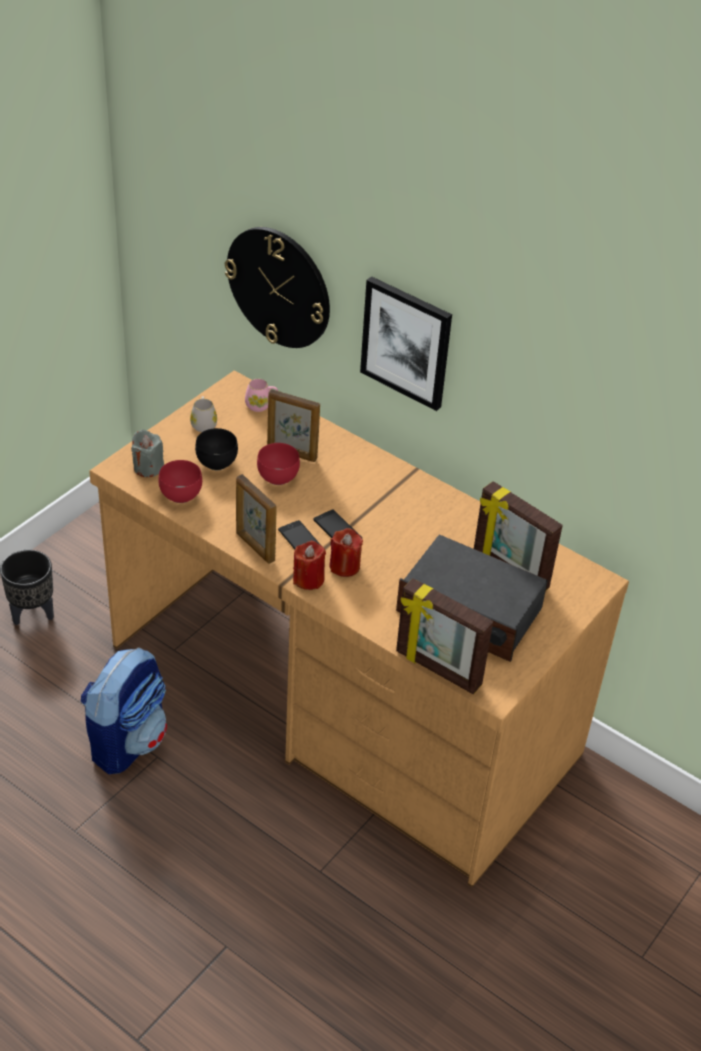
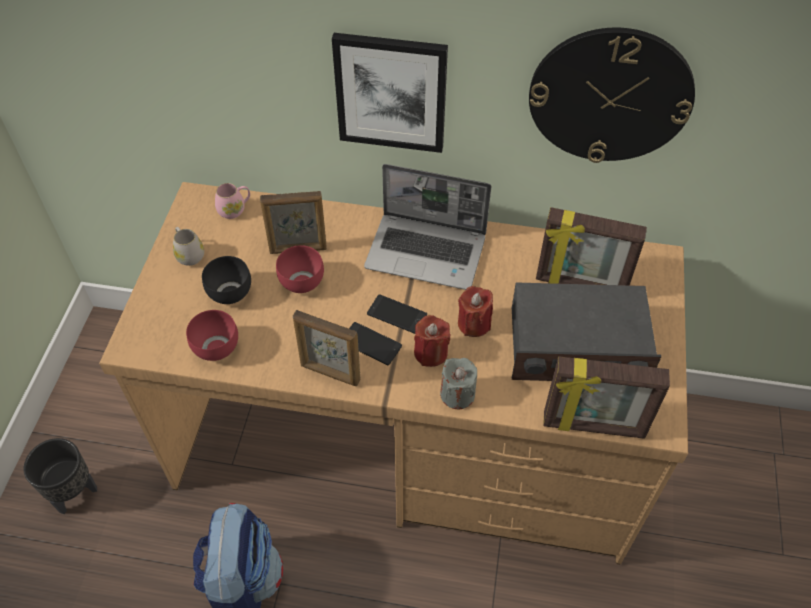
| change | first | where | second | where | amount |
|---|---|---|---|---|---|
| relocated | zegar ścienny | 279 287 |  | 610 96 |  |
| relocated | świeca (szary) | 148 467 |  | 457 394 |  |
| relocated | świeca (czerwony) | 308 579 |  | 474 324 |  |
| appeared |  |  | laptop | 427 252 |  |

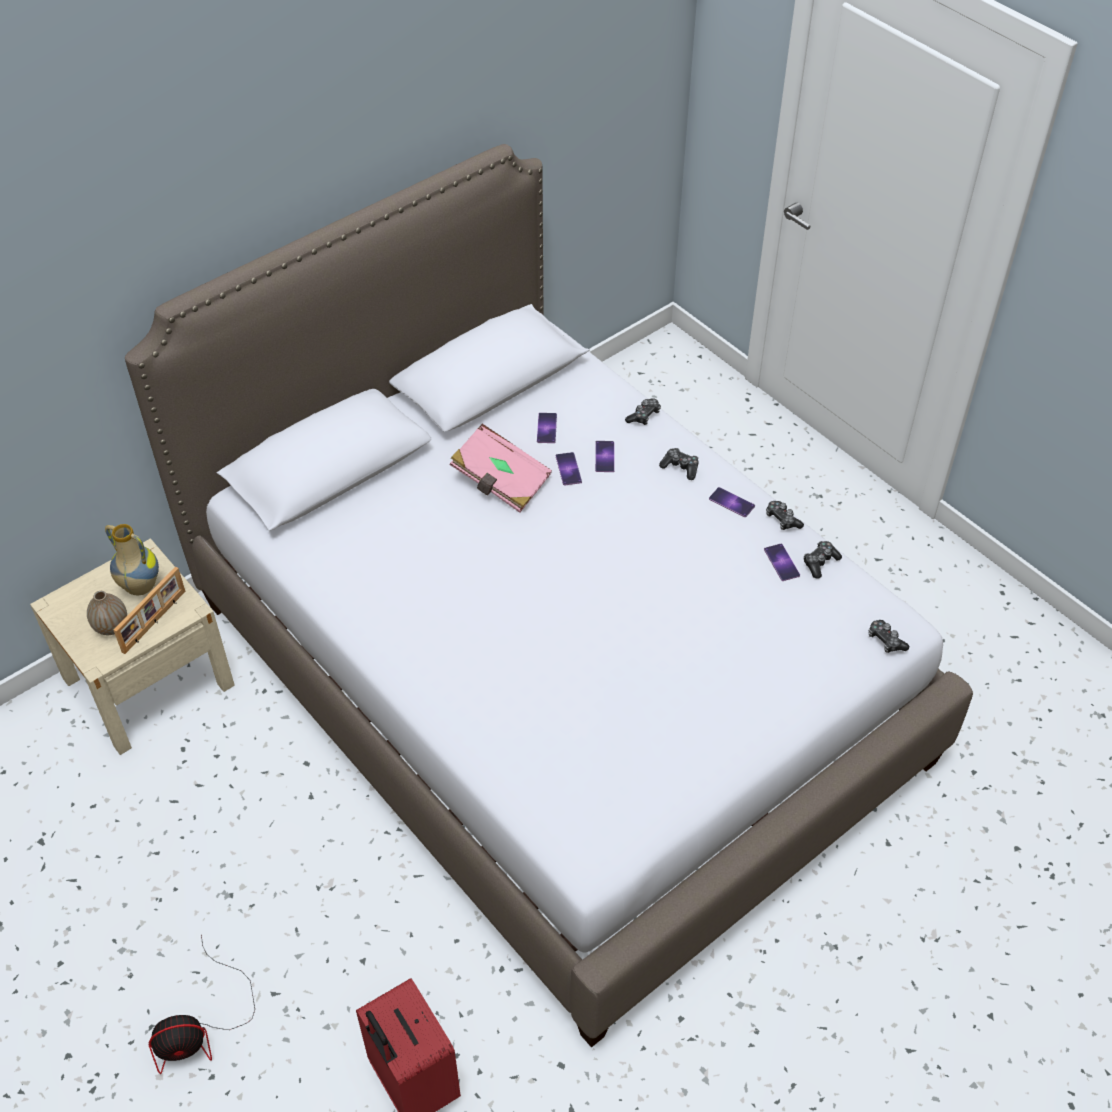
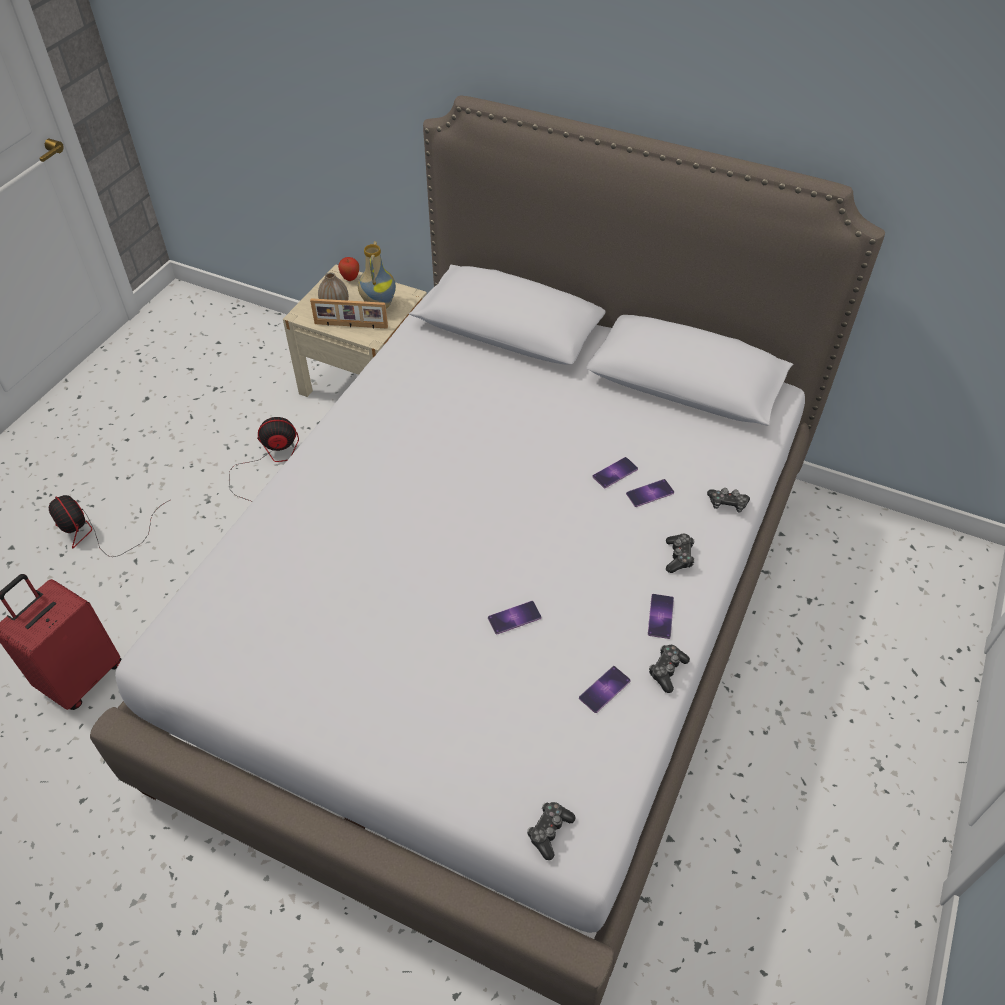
| change | first | where | second | where | amount |
|---|---|---|---|---|---|
| relocated | telefon | 546 428 |  | 514 617 |  |
| missing | książka (różowy) | 500 482 |  |  |  |
| missing | pad do gier | 820 562 |  |  |  |
| appeared |  |  | jabłko | 350 278 |  |
| appeared |  |  | wentylator | 268 464 |  |

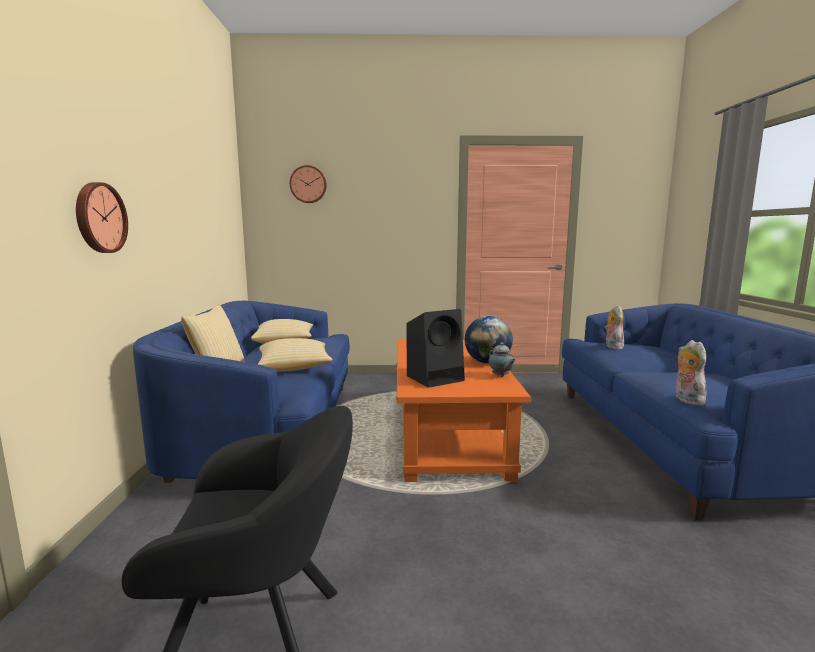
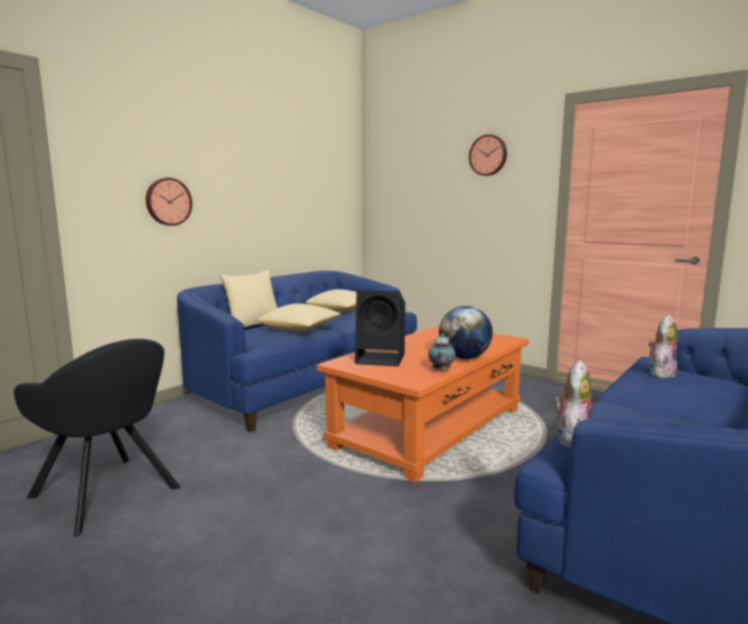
| change | first | where | second | where | amount |
|---|---|---|---|---|---|
| relocated | zegar ścienny | 308 184 |  | 488 155 |  |

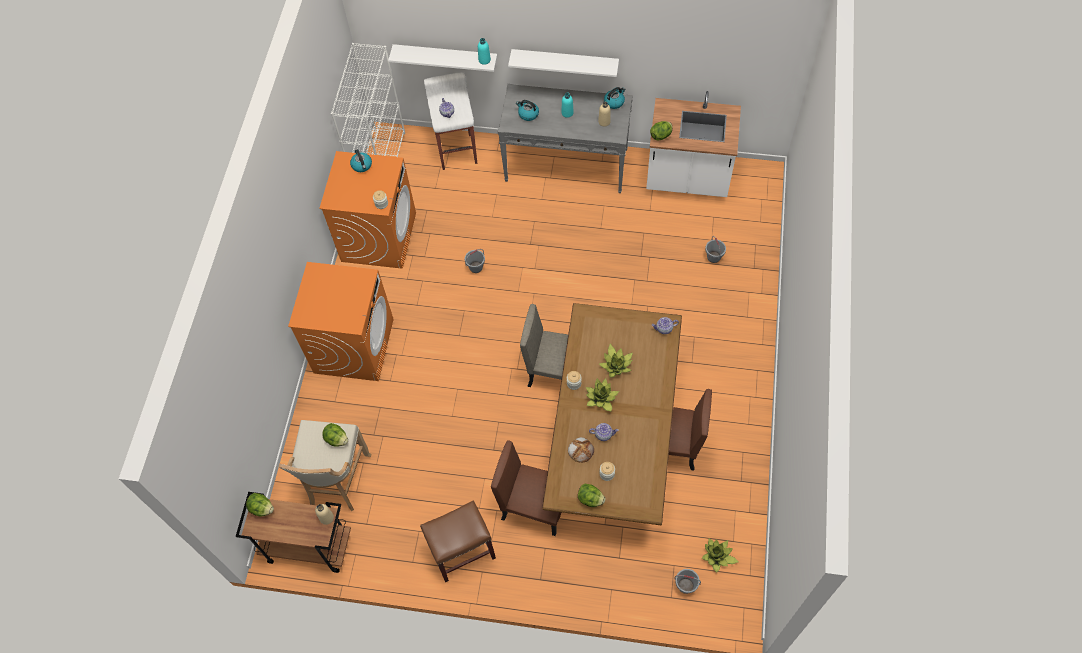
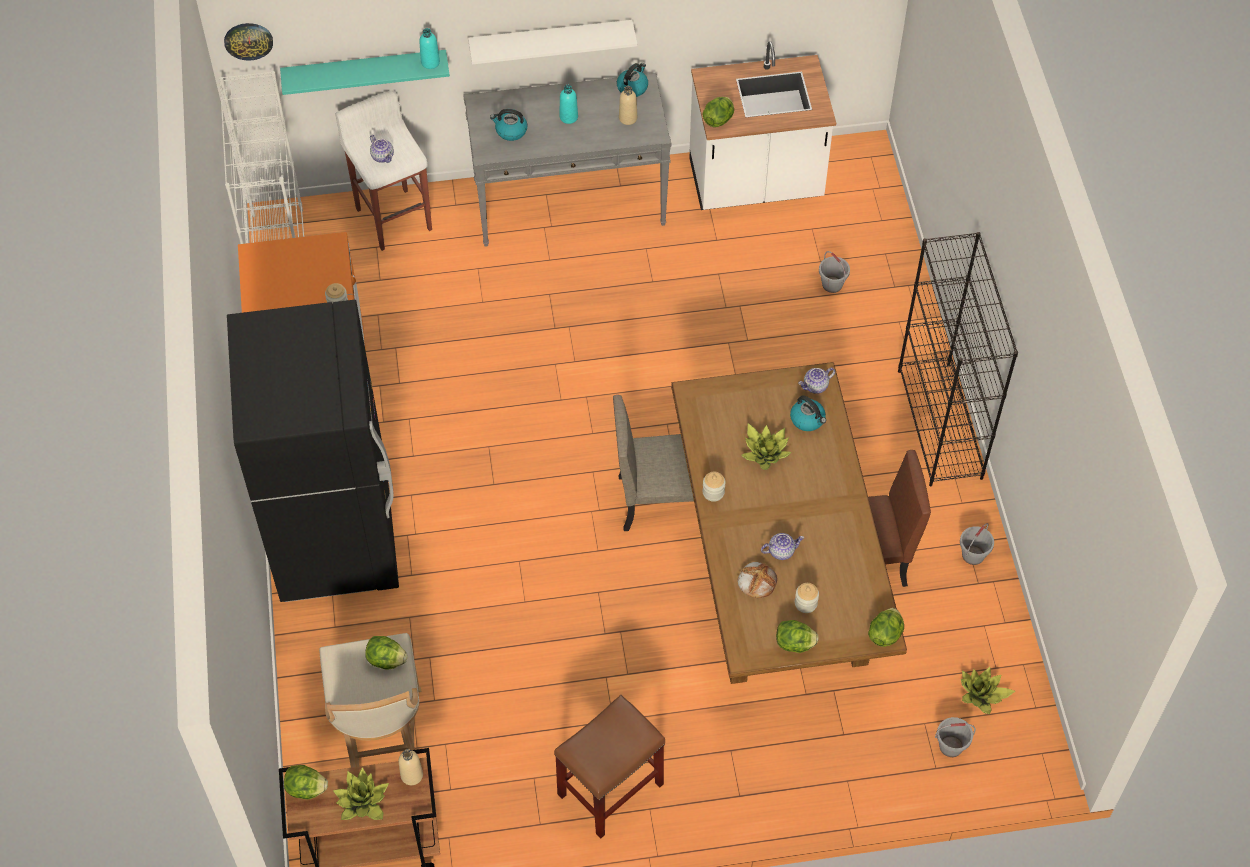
| change | first | where | second | where | amount |
|---|---|---|---|---|---|
| colour | półka (biały) | 446 57 | półka (turkusowy) | 365 71 |  |
| relocated | czajnik | 362 165 |  | 808 420 |  |
| relocated | wiadro (szary) | 476 267 |  | 973 555 |  |
| exchanged | pralka (pomarańczowy) | 354 345 | lodówka (czarny) | 335 538 |  |
| relocated | roślina doniczkowa | 601 398 |  | 363 802 |  |
| missing | krzesło (brązowy) | 535 506 |  |  |  |
| appeared |  |  | zegar ścienny | 248 40 |  |
| appeared |  |  | regał (czarny) | 940 424 |  |
| appeared |  |  | sałata | 885 634 |  |

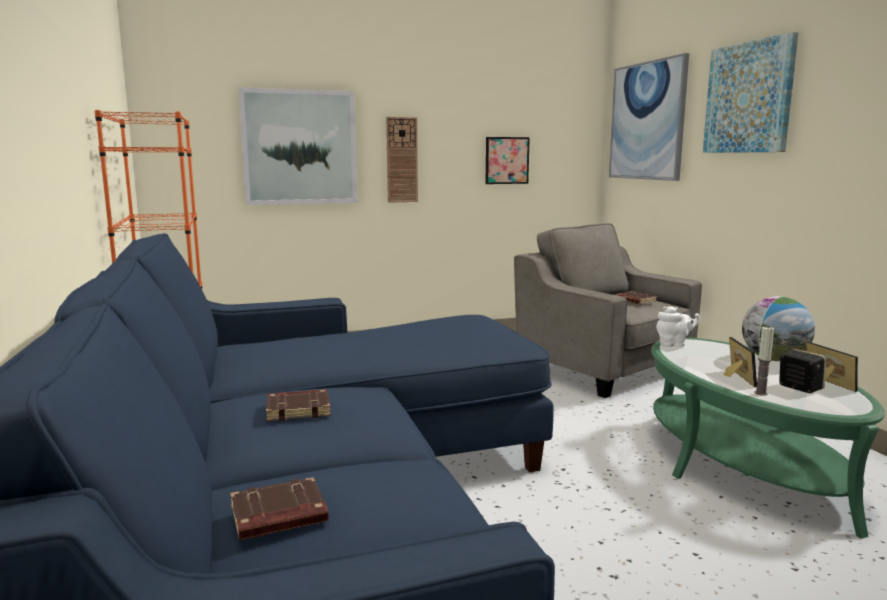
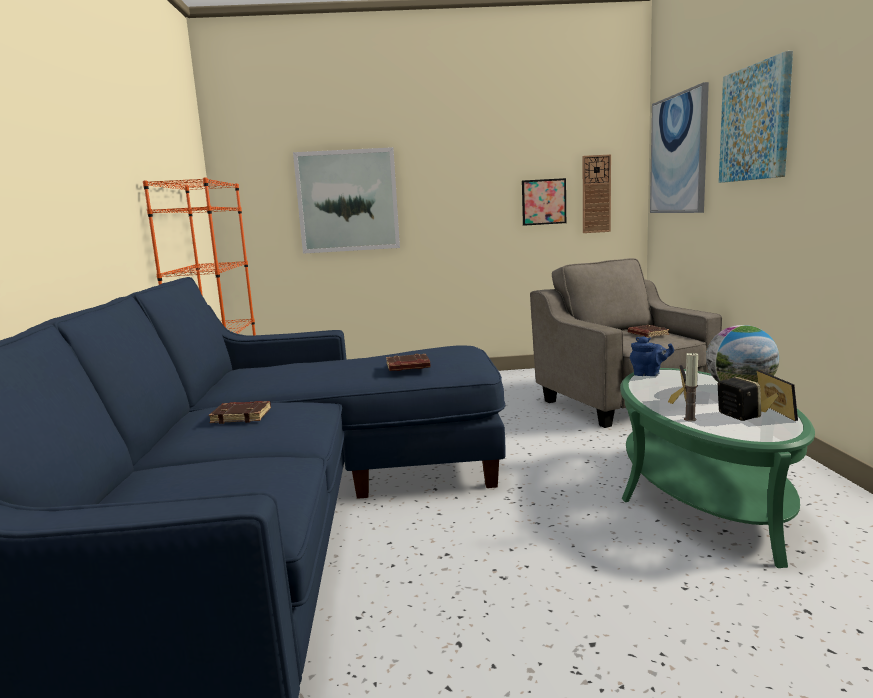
| change | first | where | second | where | amount |
|---|---|---|---|---|---|
| relocated | zegar ścienny | 402 160 |  | 596 194 |  |
| colour | imbryk (biały) | 674 344 | imbryk (niebieski) | 649 374 |  |
| relocated | książka (brązowy) | 278 517 |  | 407 367 |  |

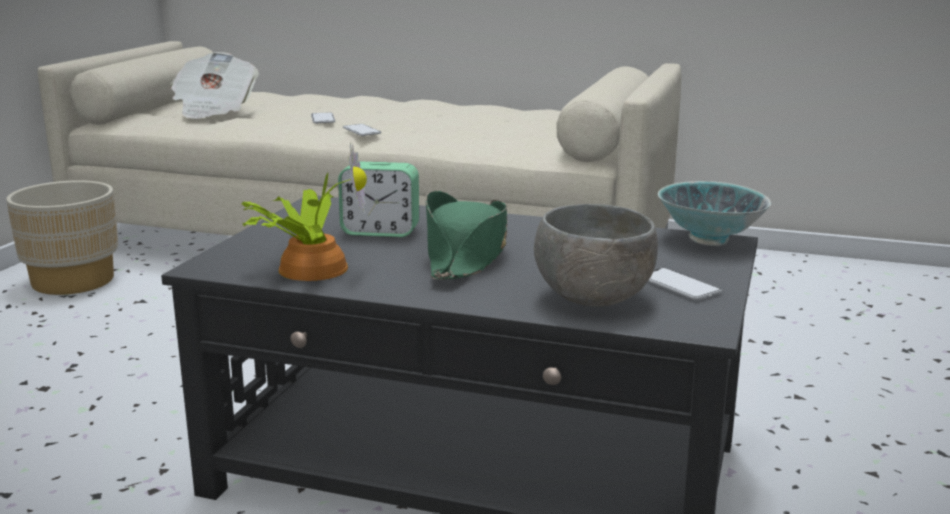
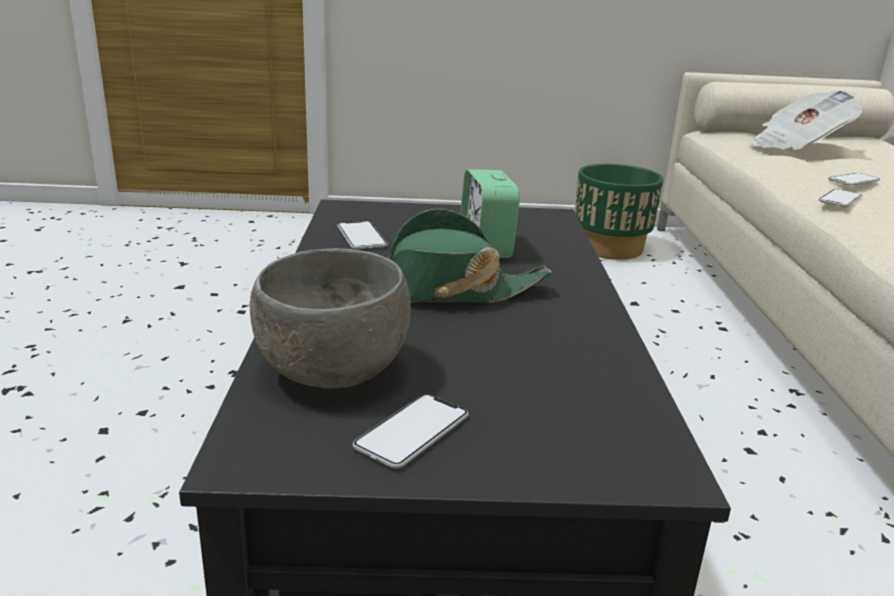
| change | first | where | second | where | amount |
|---|---|---|---|---|---|
| exchanged | roślina doniczkowa | 310 268 | telefon | 361 237 |  |
| colour | donica (beżowy) | 73 281 | donica (zielony) | 610 248 |  |
| missing | miska | 708 240 |  |  |  |

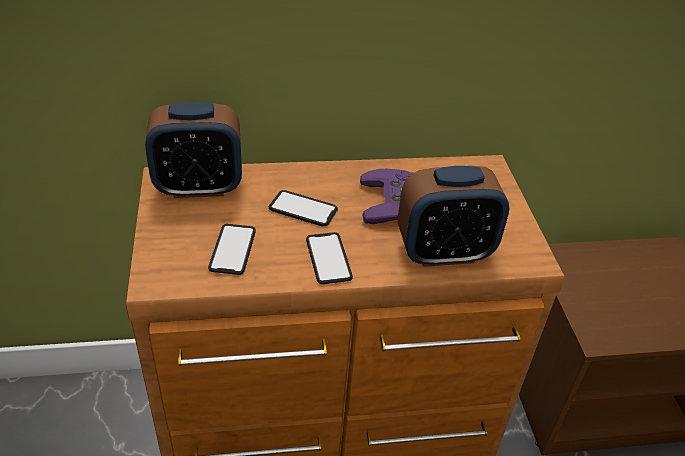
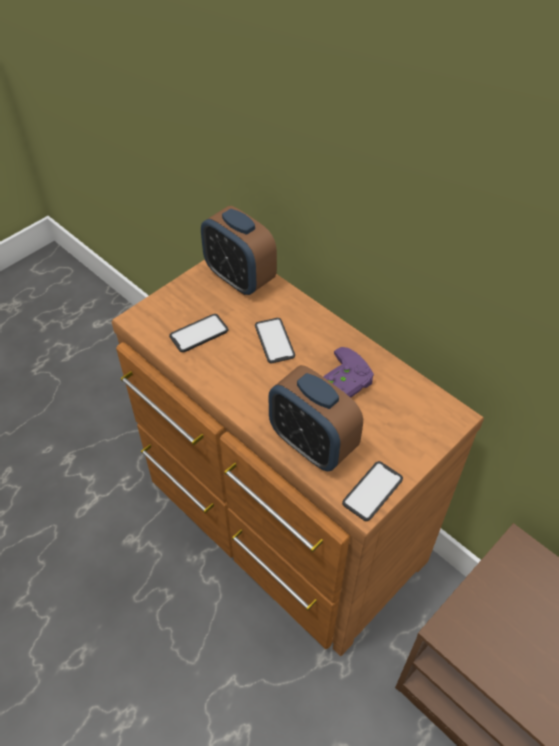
| change | first | where | second | where | amount |
|---|---|---|---|---|---|
| relocated | telefon | 328 259 |  | 372 491 |  |

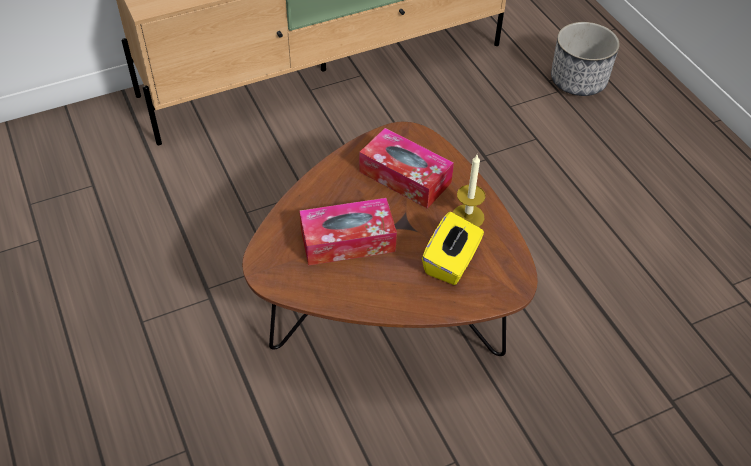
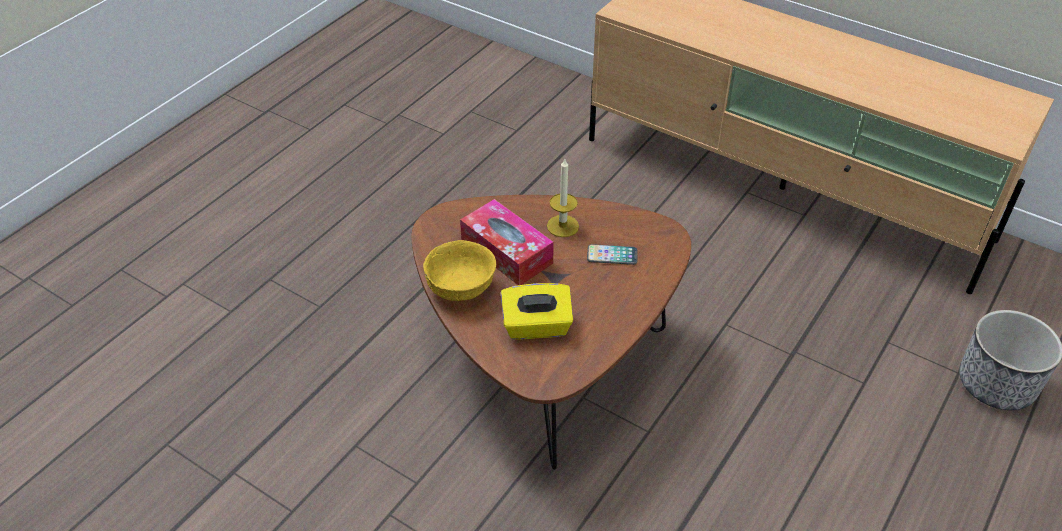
| change | first | where | second | where | amount |
|---|---|---|---|---|---|
| exchanged | pudełko chusteczek | 405 177 | telefon | 612 255 |  |
| relocated | świeca | 468 216 |  | 562 226 |  |
| appeared |  |  | miska (żółty) | 460 289 |  |

